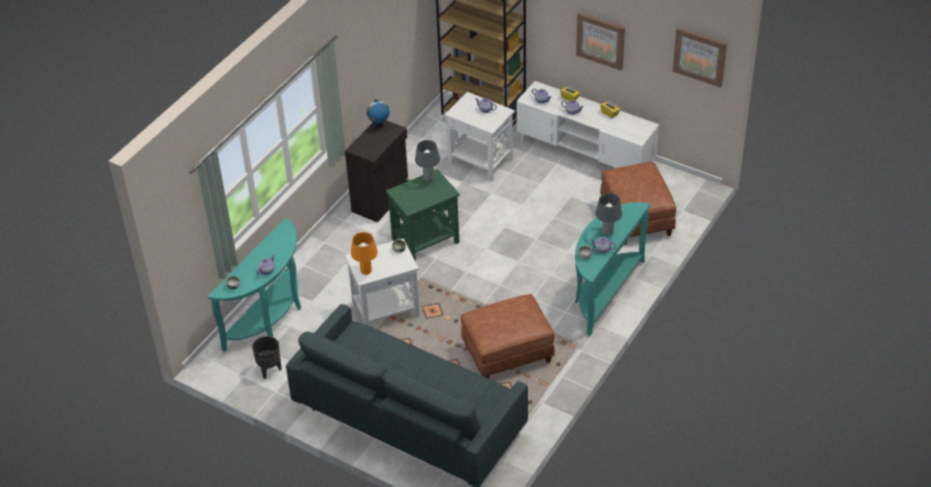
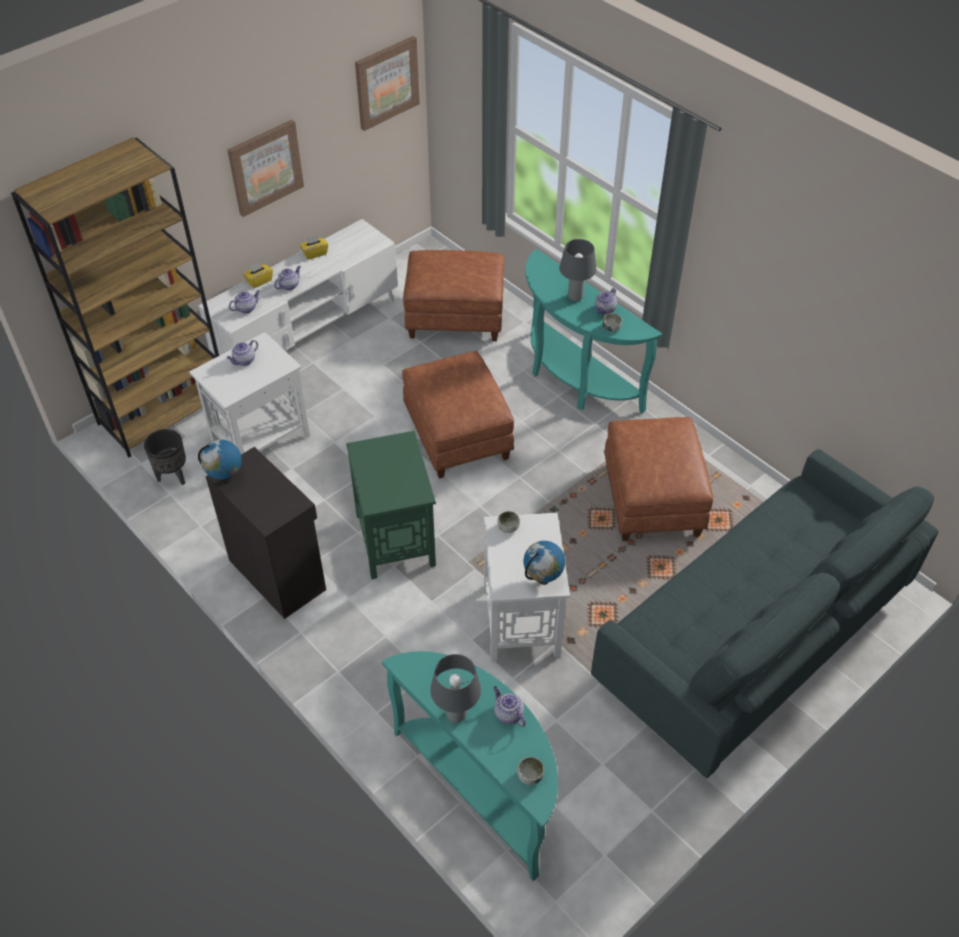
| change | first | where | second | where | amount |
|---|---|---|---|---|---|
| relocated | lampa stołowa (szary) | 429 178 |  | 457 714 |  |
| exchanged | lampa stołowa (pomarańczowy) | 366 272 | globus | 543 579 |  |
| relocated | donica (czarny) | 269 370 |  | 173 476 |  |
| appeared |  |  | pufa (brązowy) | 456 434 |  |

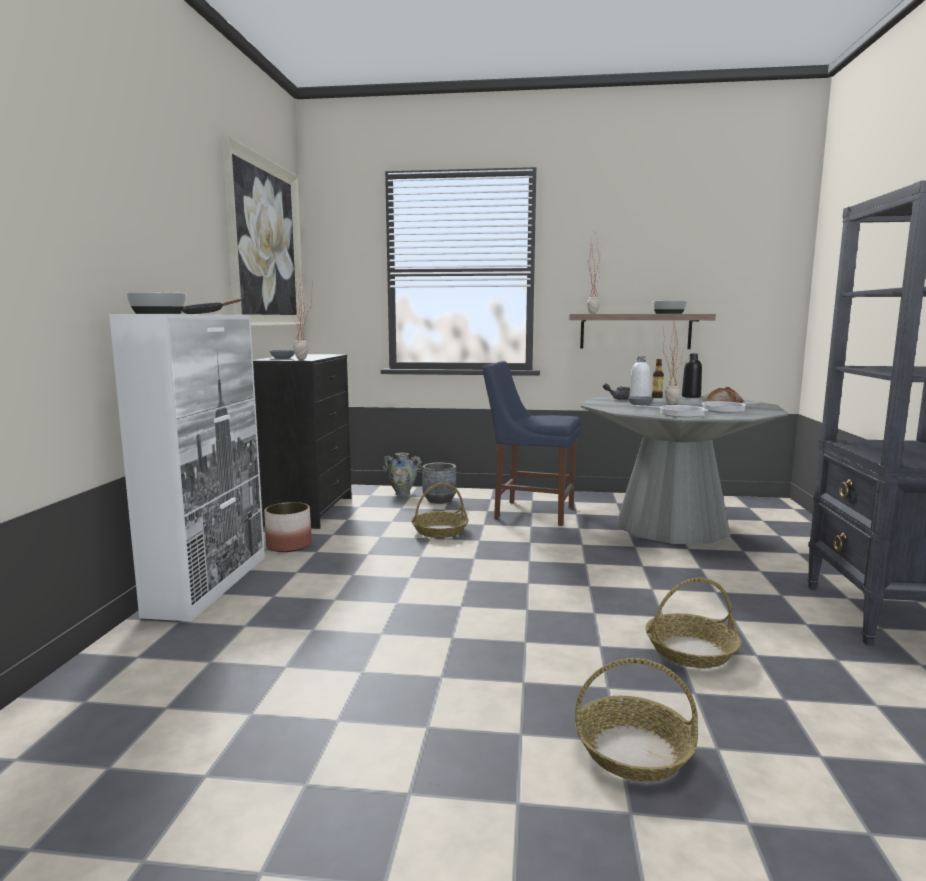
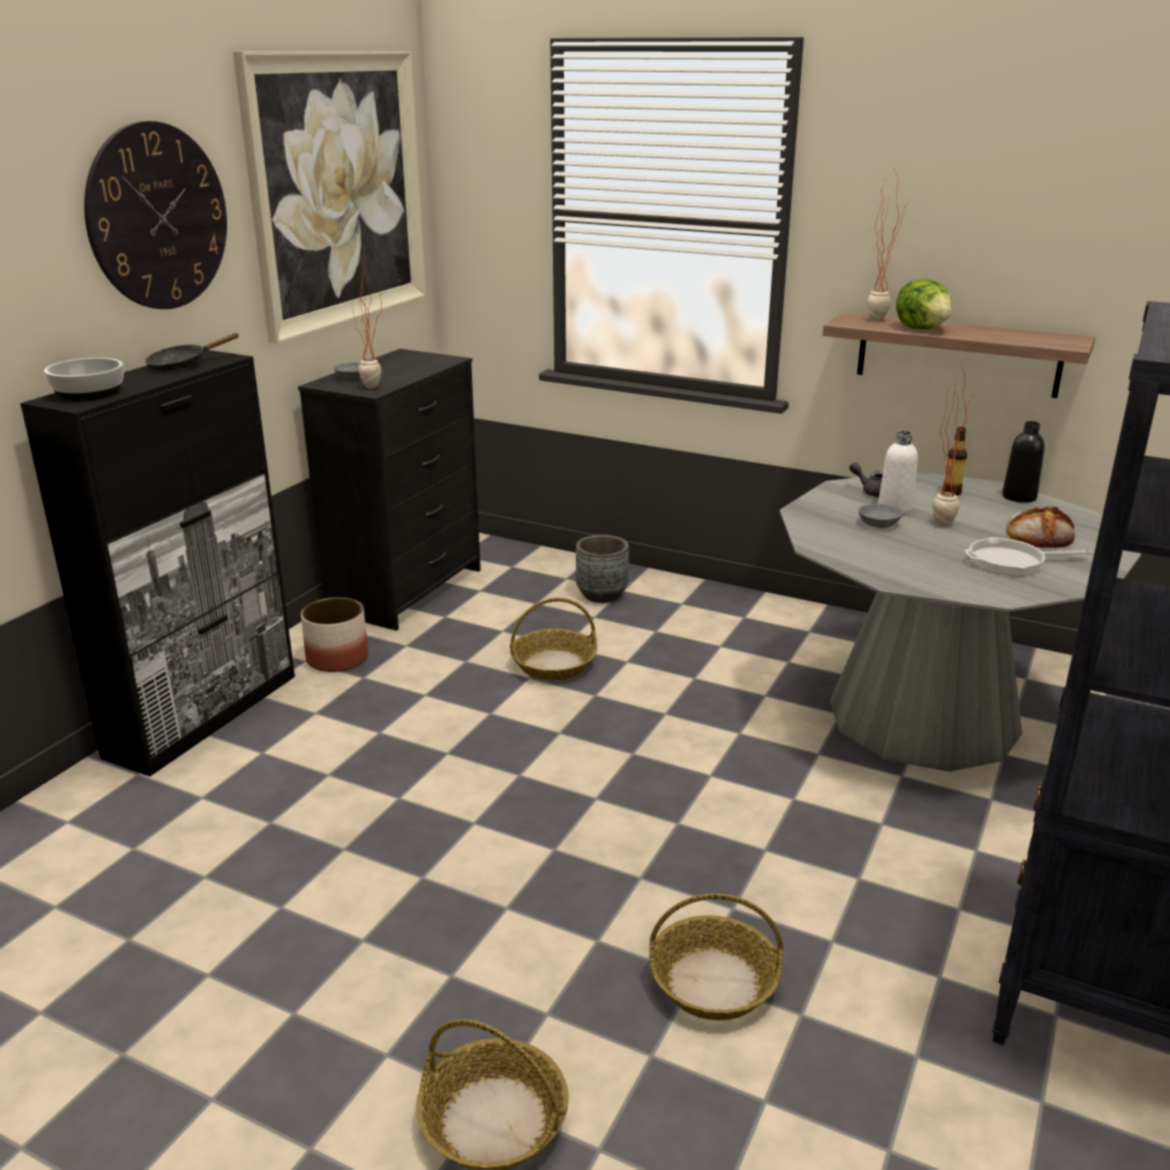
| change | first | where | second | where | amount |
|---|---|---|---|---|---|
| missing | miska | 668 313 |  |  |  |
| colour | szafka (biały) | 210 584 | szafka (czarny) | 205 714 |  |
| missing | krzesło (niebieski) | 530 512 |  |  |  |
| missing | patelnia | 677 414 |  |  |  |
| missing | wazon | 402 493 |  |  |  |
| appeared |  |  | zegar ścienny | 158 217 |  |
| appeared |  |  | sałata | 922 328 |  |

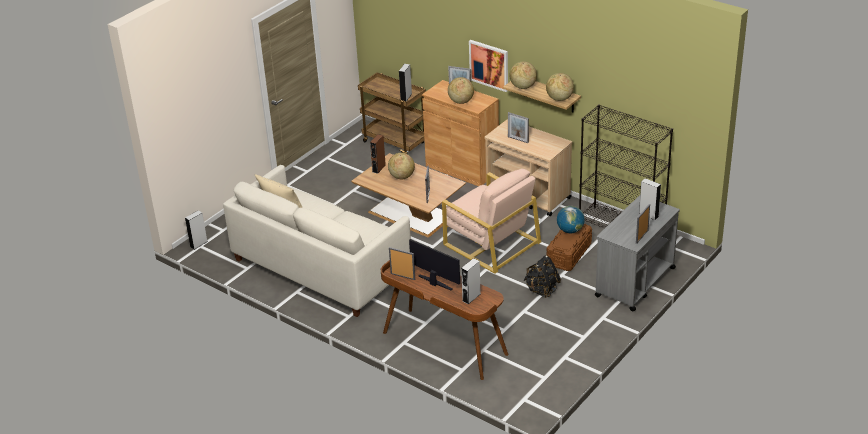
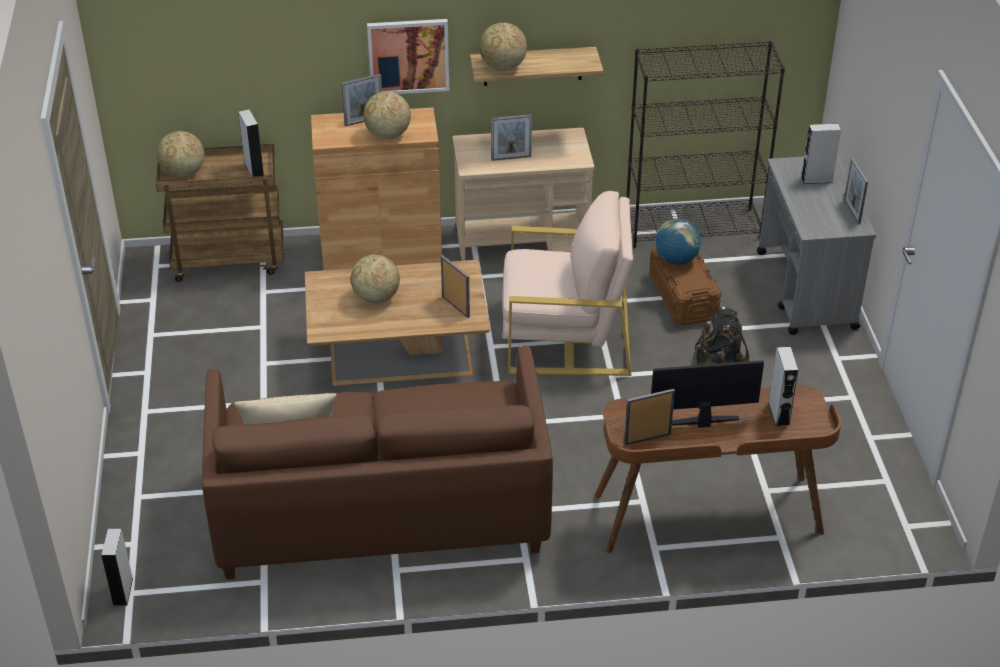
| change | first | where | second | where | amount |
|---|---|---|---|---|---|
| relocated | globus | 559 99 |  | 183 173 |  |
| missing | głośnik (brązowy) | 378 168 |  |  |  |
| colour | kanapa (biały) | 321 267 | kanapa (brązowy) | 381 509 |  |

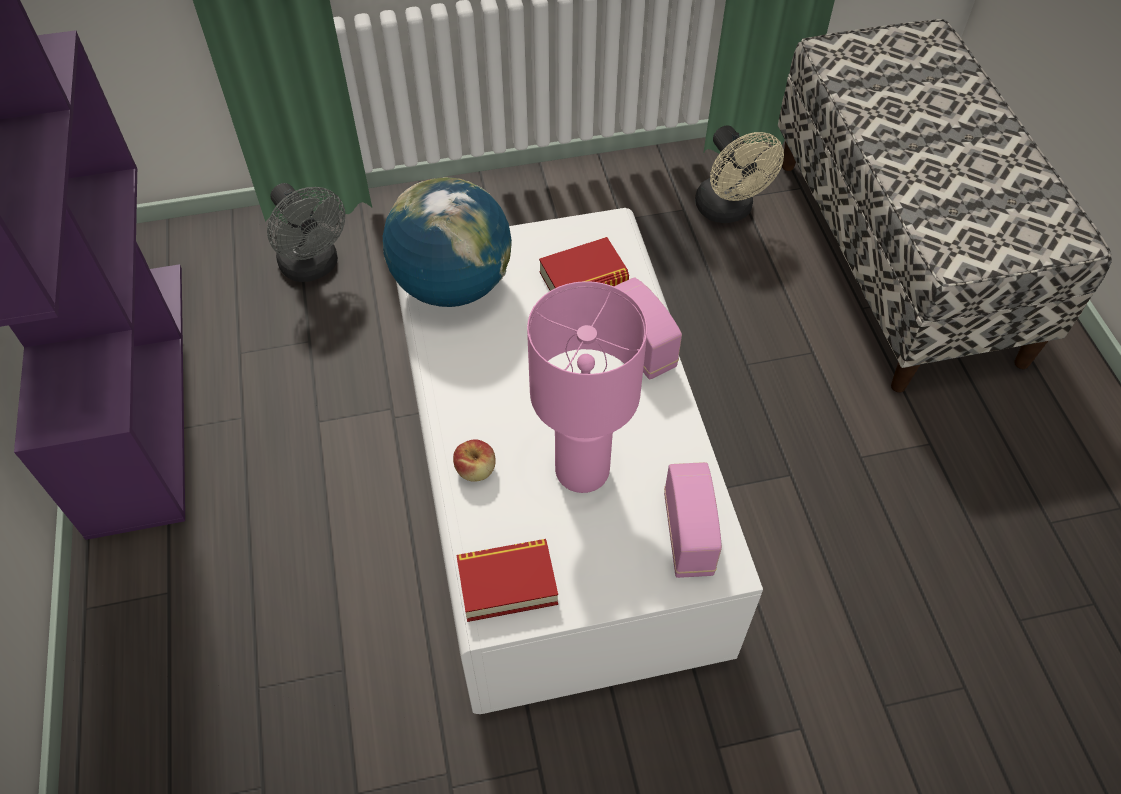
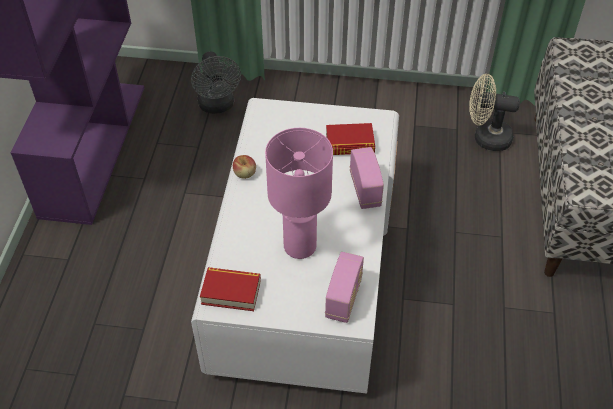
| change | first | where | second | where | amount |
|---|---|---|---|---|---|
| spun | wentylator (beżowy) | 728 211 |  | 486 137 | 105 degrees clockwise |
| missing | globus | 453 286 |  |  |  |
| relocated | jabłko | 476 470 |  | 245 173 |  |

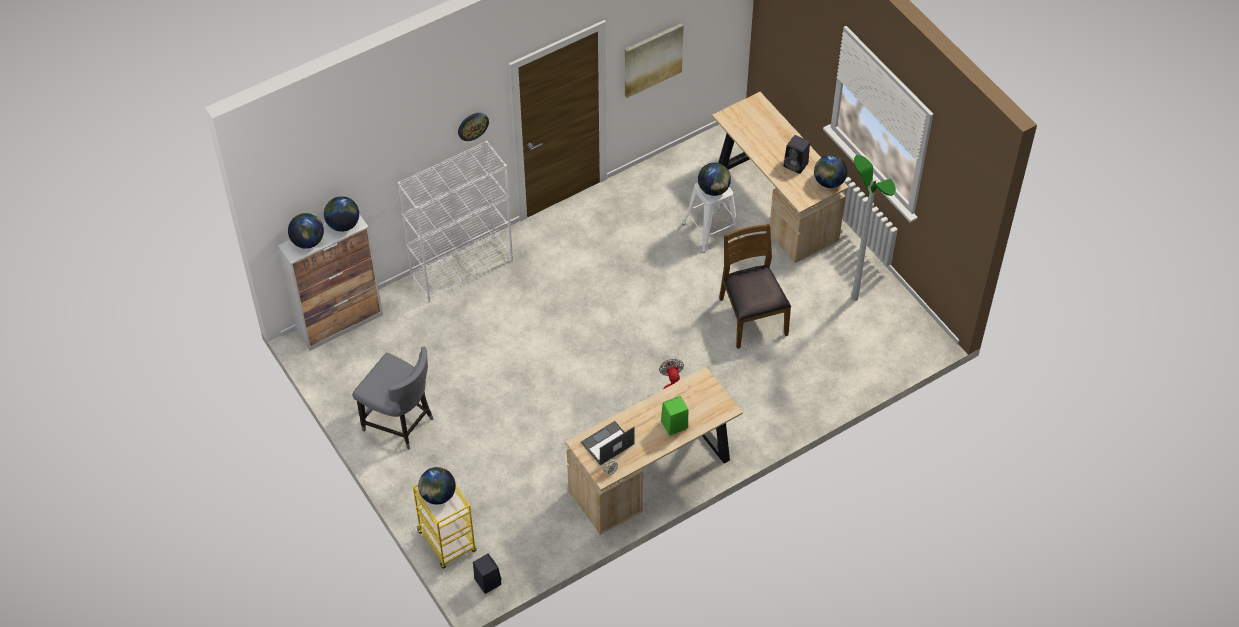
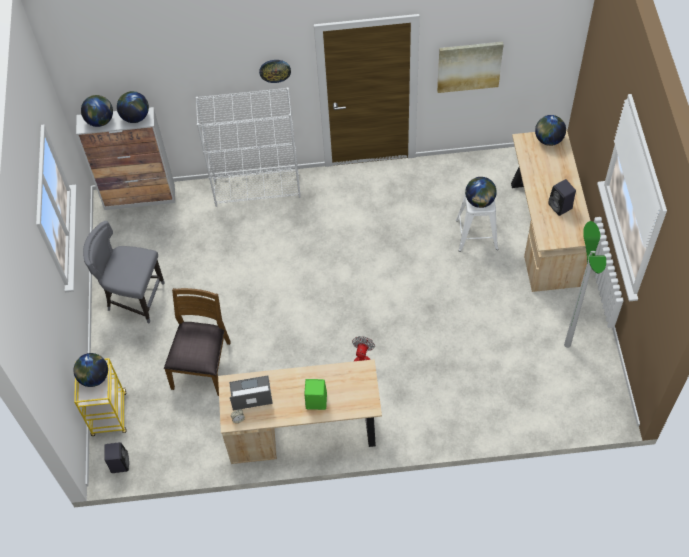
| change | first | where | second | where | amount |
|---|---|---|---|---|---|
| relocated | globus | 829 182 |  | 548 139 |  |
| relocated | krzesło (brązowy) | 751 316 |  | 202 365 |  |
| spun | krzesło (szary) | 400 423 |  | 134 298 | 135 degrees clockwise |

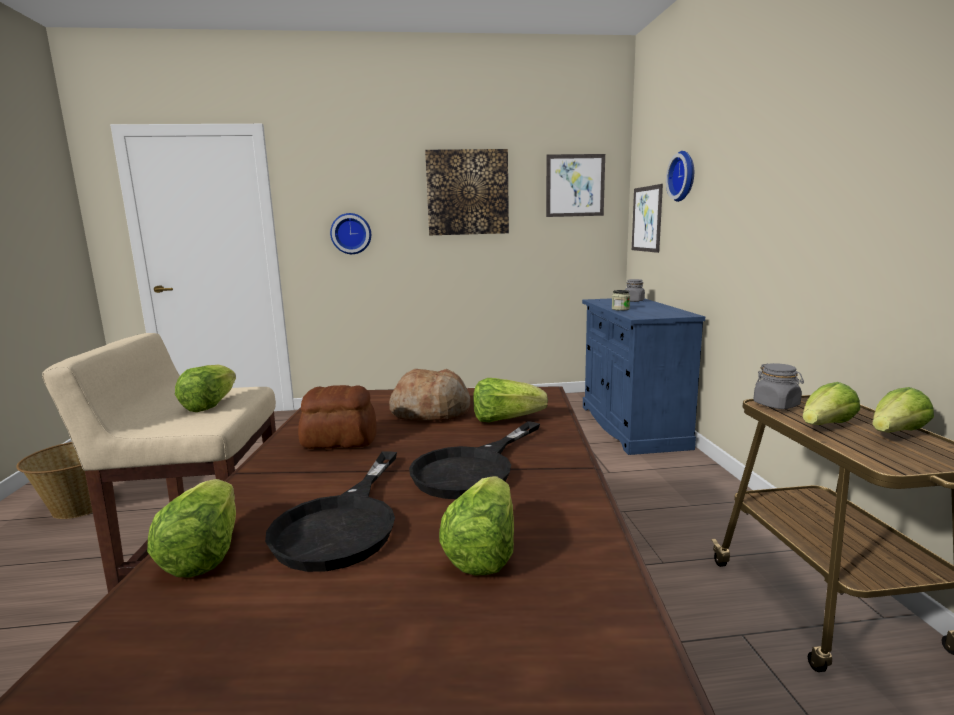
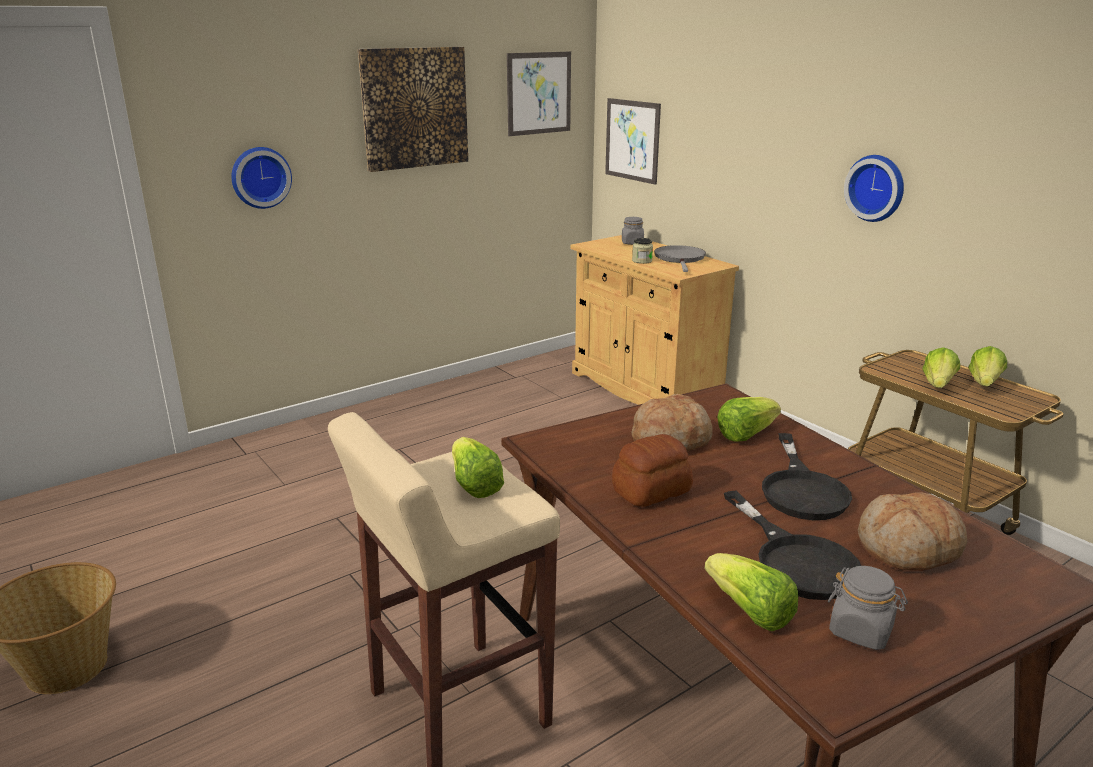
| change | first | where | second | where | amount |
|---|---|---|---|---|---|
| relocated | zegar ścienny | 684 176 |  | 877 188 |  |
| colour | szafka (niebieski) | 632 426 | szafka (beżowy) | 644 388 |  |
| relocated | słoik (szary) | 776 405 |  | 861 631 |  |
| exchanged | sałata | 483 550 | chleb | 909 548 |  |
| appeared |  |  | patelnia (szary) | 680 259 |  |

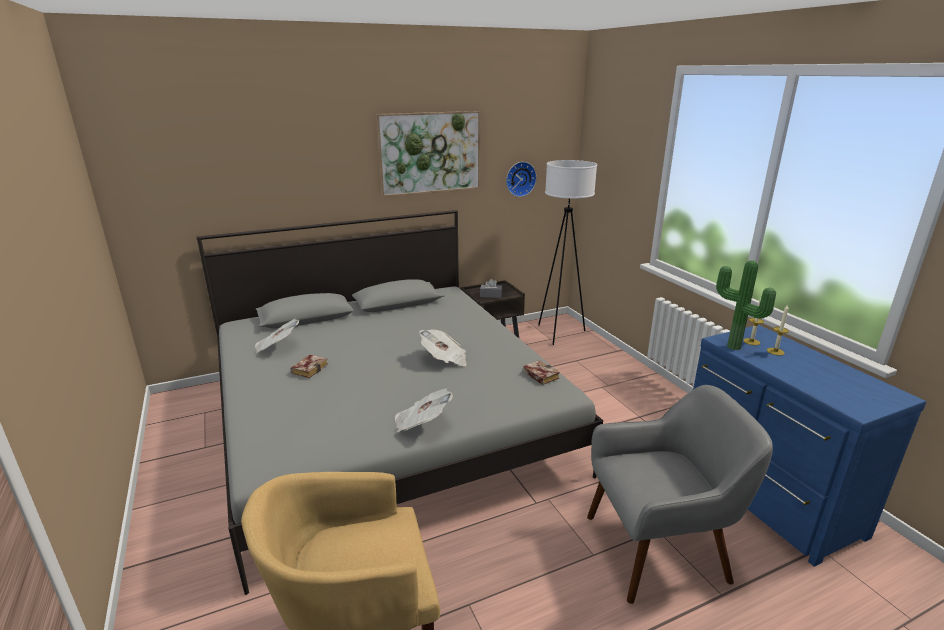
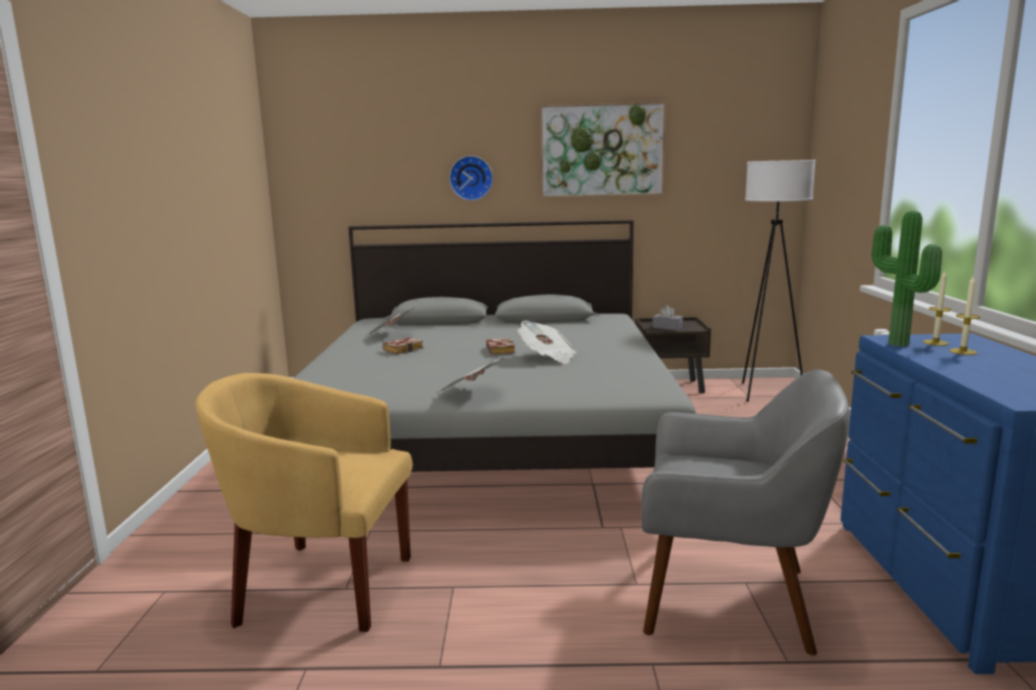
| change | first | where | second | where | amount |
|---|---|---|---|---|---|
| relocated | zegar ścienny | 520 178 |  | 471 178 |  |
| relocated | książka | 539 375 |  | 499 350 |  |

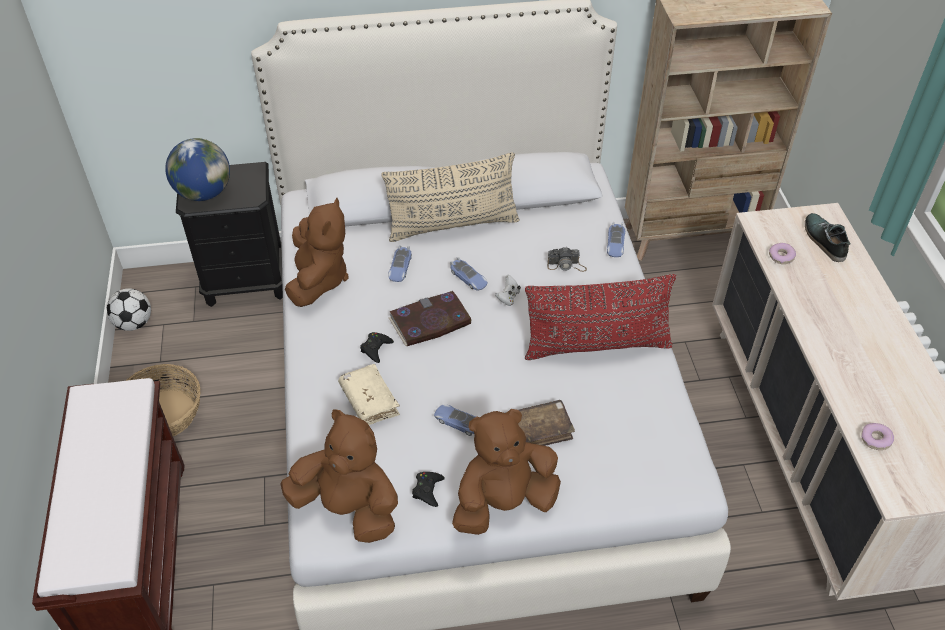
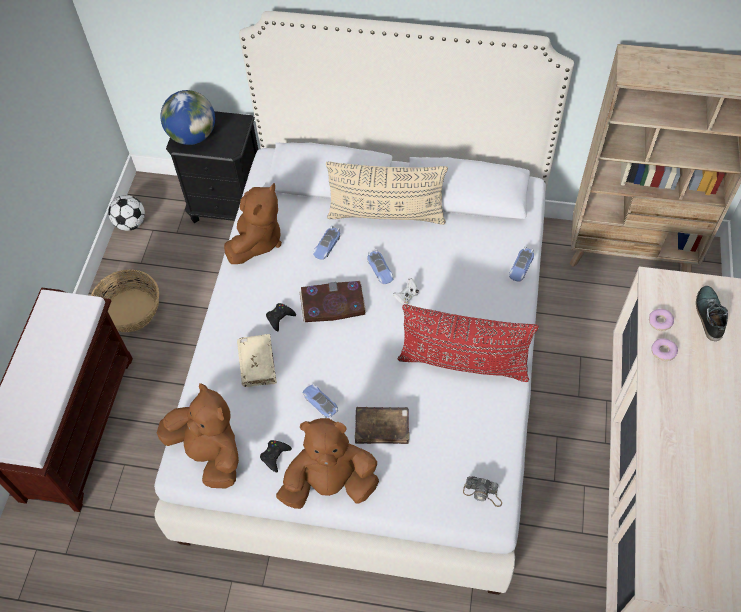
| change | first | where | second | where | amount |
|---|---|---|---|---|---|
| relocated | aparat fotograficzny | 566 265 |  | 483 493 |  |
| relocated | donut | 875 439 |  | 663 351 |  |

